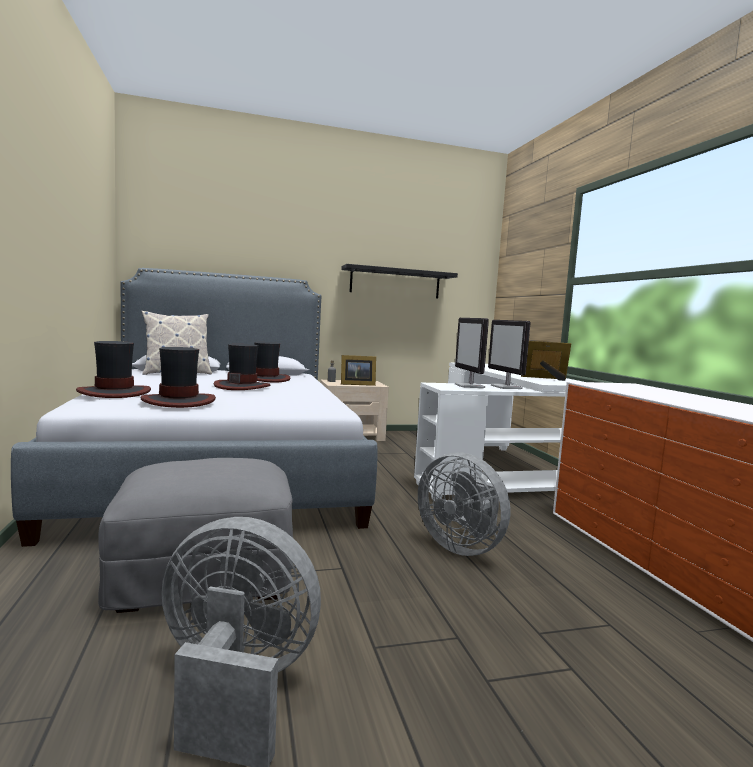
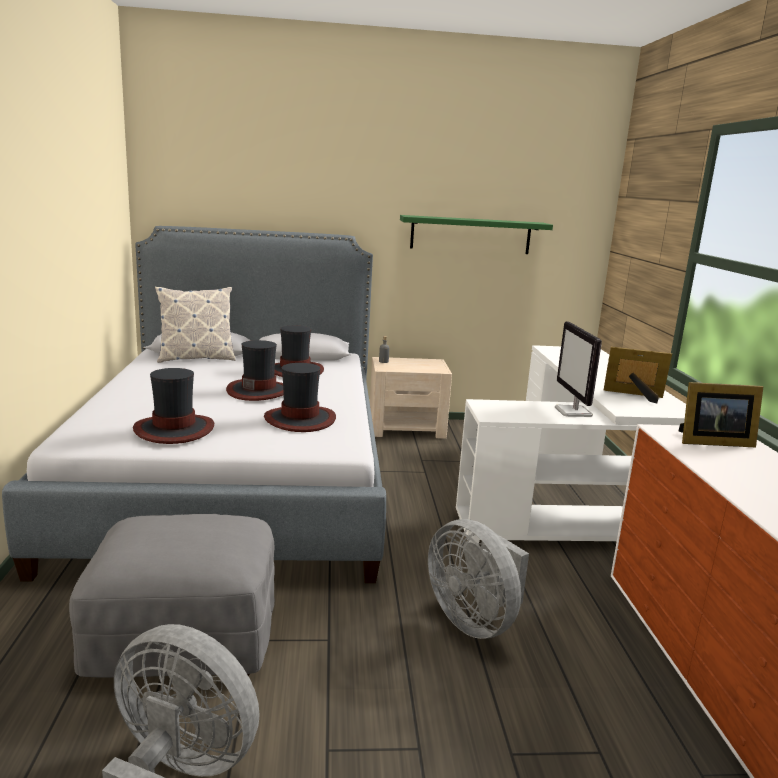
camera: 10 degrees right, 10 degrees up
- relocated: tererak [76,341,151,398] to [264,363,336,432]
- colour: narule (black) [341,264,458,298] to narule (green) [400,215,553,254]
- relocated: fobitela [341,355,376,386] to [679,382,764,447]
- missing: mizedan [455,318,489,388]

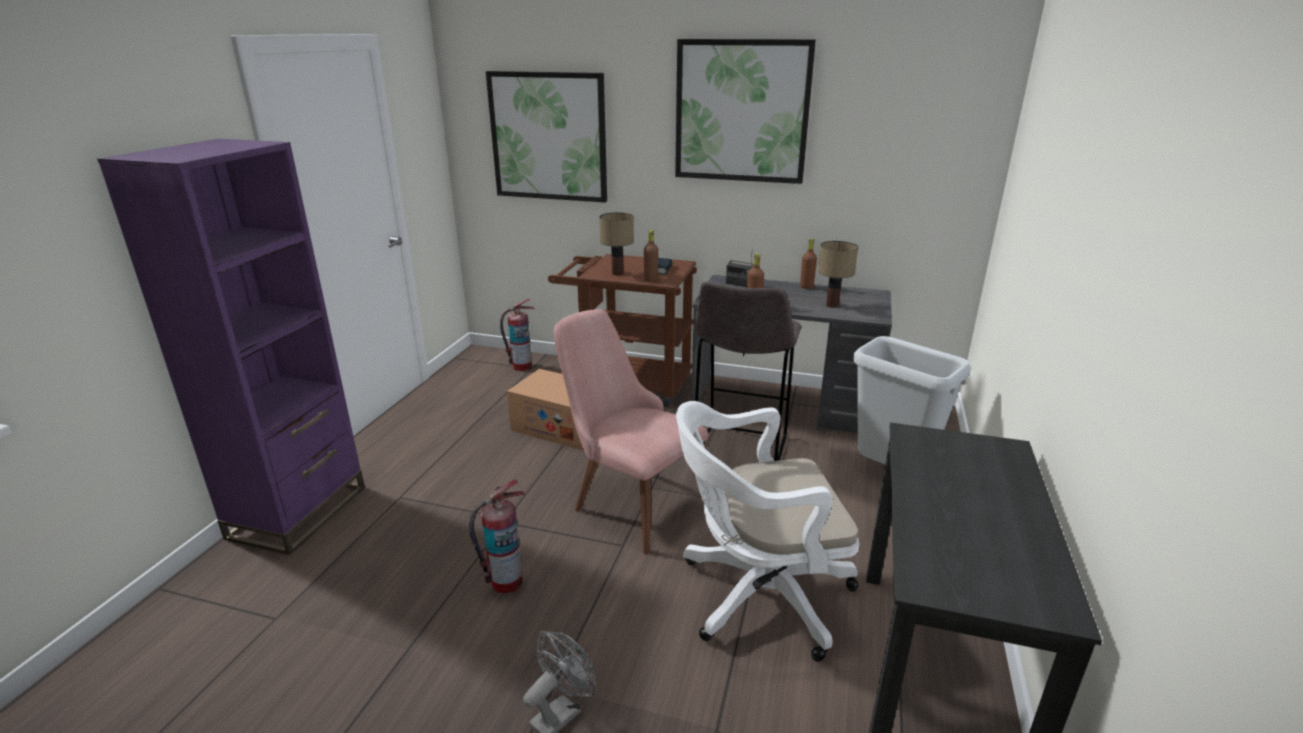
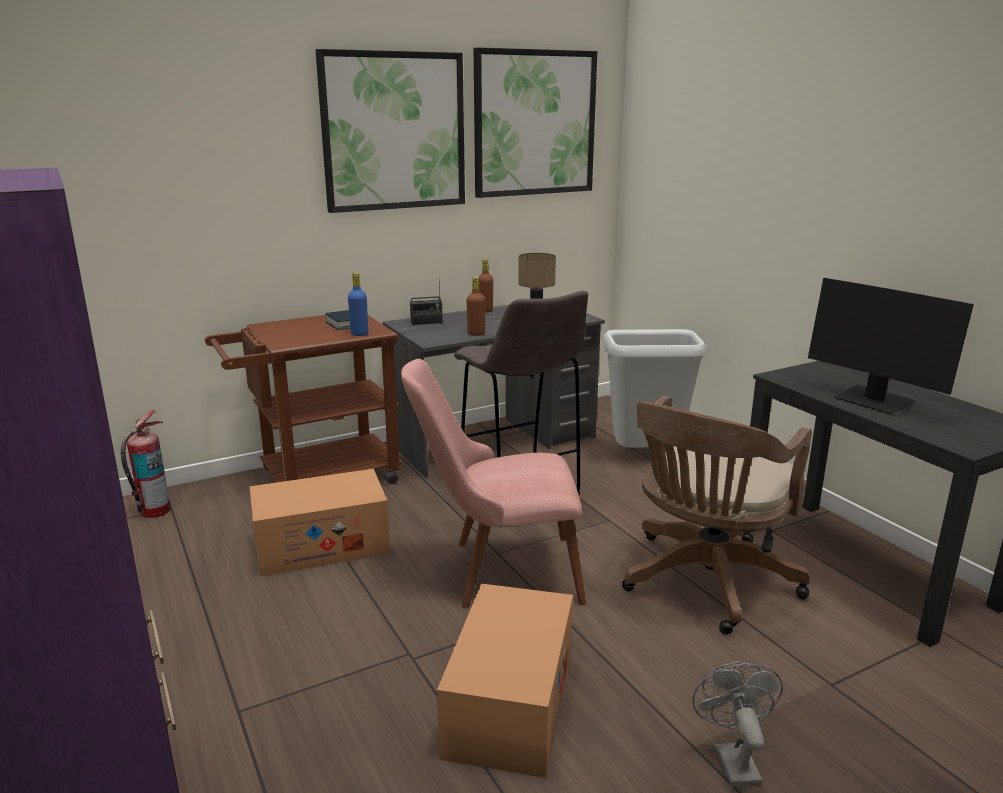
camera: 45 degrees left, 5 degrees down
- colour: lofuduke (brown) [644,230,659,282] to lofuduke (blue) [348,272,368,336]
- exchanged: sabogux [469,480,526,593] to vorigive [437,584,573,778]
- relocated: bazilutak [486,71,607,203] to [474,47,597,198]
- colour: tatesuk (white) [676,401,860,662] to tatesuk (brown) [622,396,812,635]
- appeared: mizedan [808,278,974,414]
- missing: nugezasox [599,212,634,275]

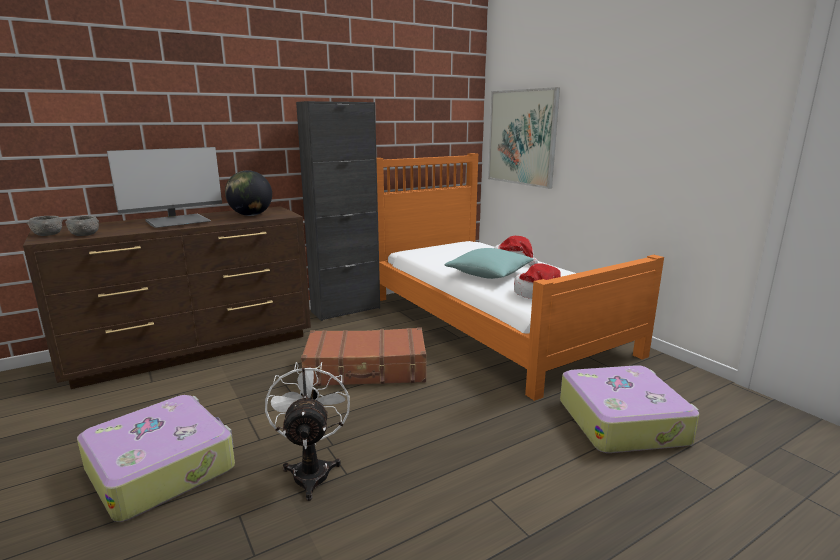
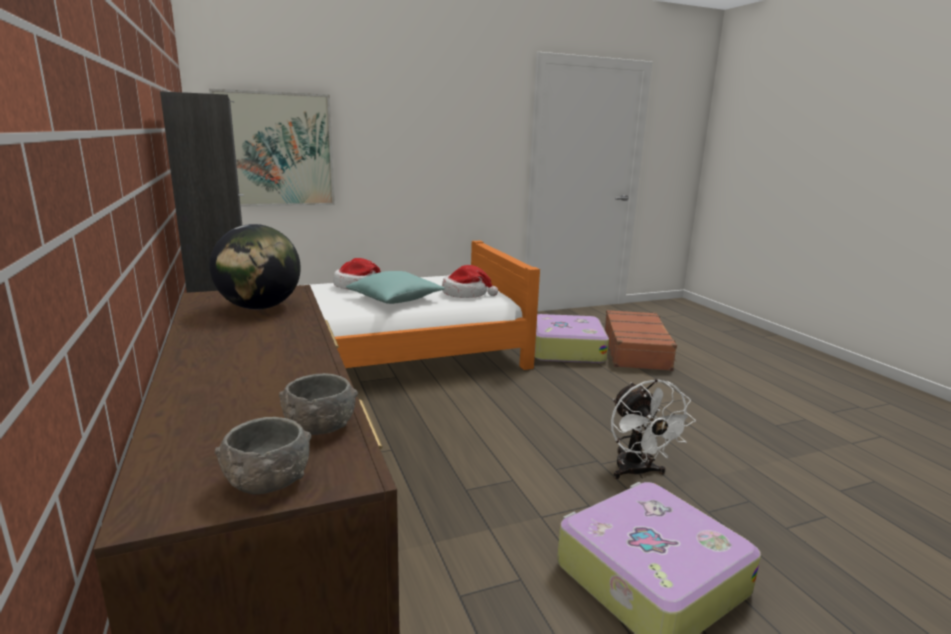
camera: 80 degrees left, 0 degrees up
- relocated: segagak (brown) [301,327,426,386] to [604,310,677,371]
- spun: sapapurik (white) [265,362,350,501] = [611,379,696,479] 105 degrees counterclockwise
- missing: mizedan [107,147,222,228]

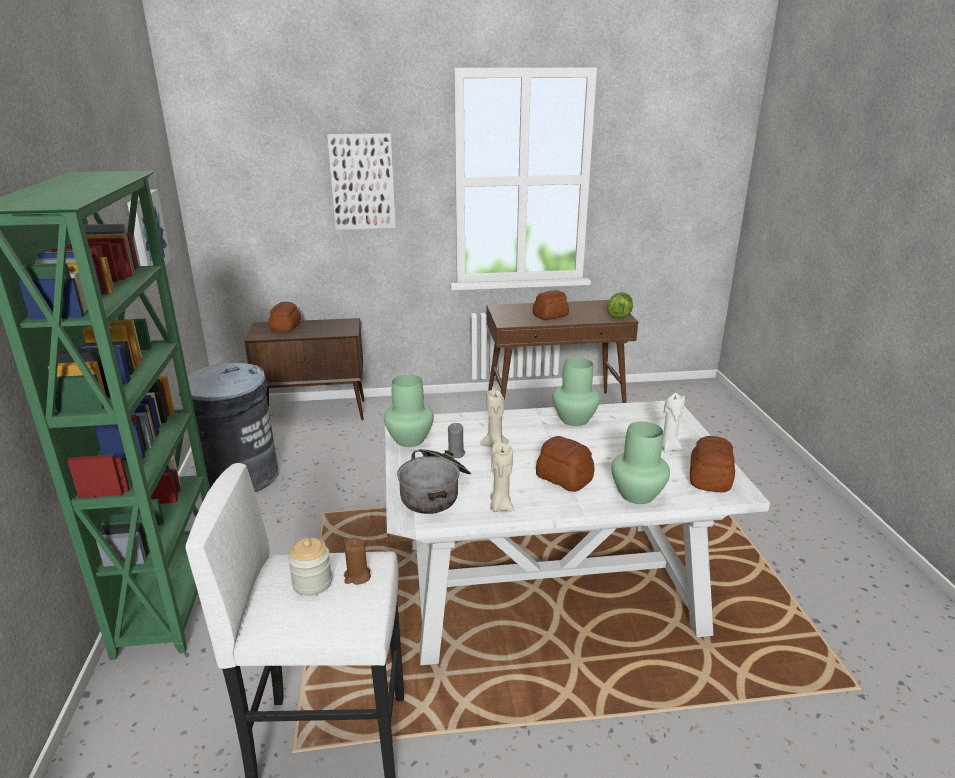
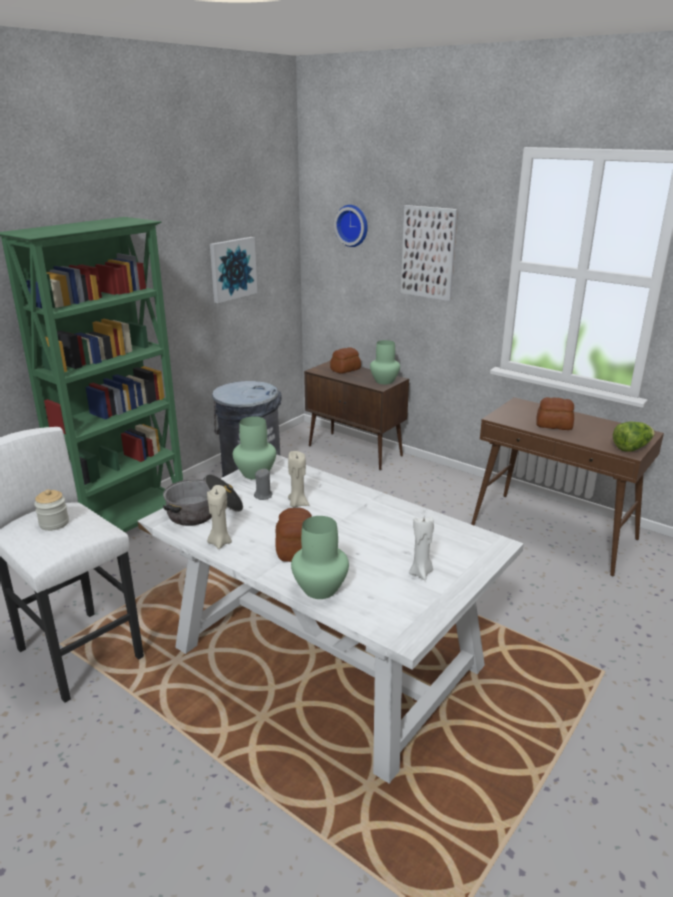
camera: 45 degrees right, 0 degrees up
- appeared: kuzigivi [334,205,368,247]
- relocated: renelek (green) [552,358,600,426] to [370,340,400,384]
- missing: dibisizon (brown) [344,538,371,585]
- missing: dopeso [690,436,735,492]

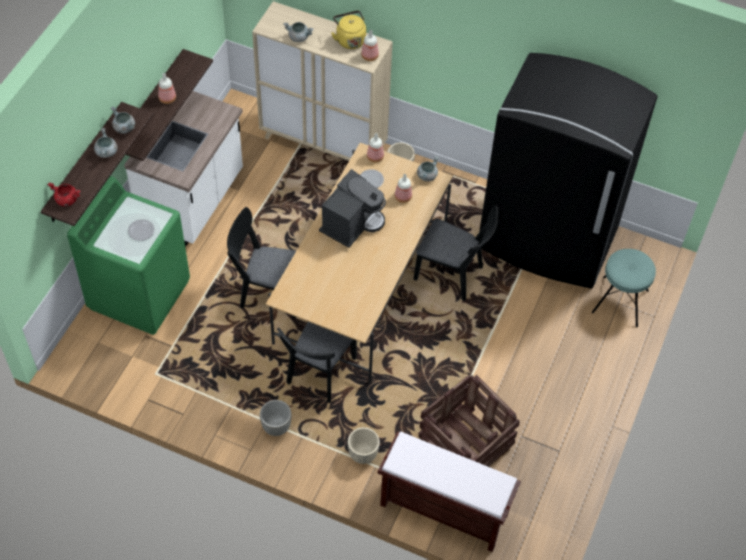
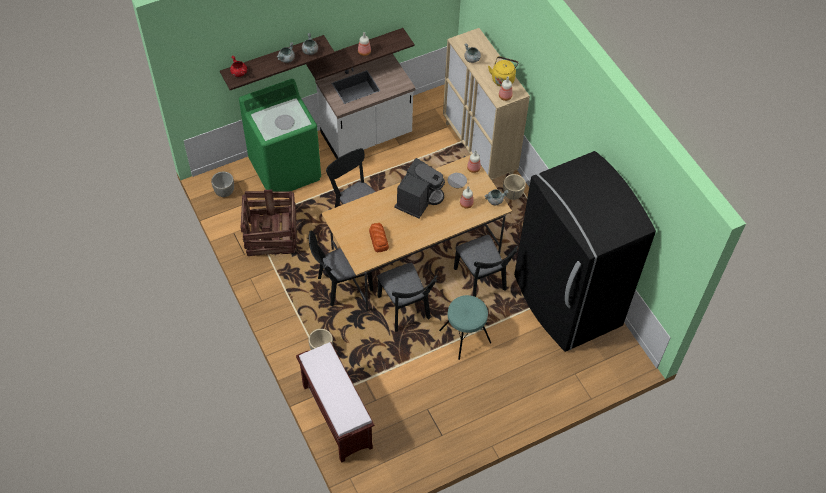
camera: 40 degrees right, 0 degrees up
- relocated: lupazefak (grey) [260,400,292,436] to [211,172,234,197]
- relocated: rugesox [419,375,520,467] to [241,190,296,256]
- appeared: dopeso [369,223,389,252]
- appeared: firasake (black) [377,263,437,332]
- spun: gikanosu [319,169,386,248] = [394,158,445,218] 45 degrees counterclockwise
- relocated: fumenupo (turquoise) [592,249,656,327] to [439,295,491,360]

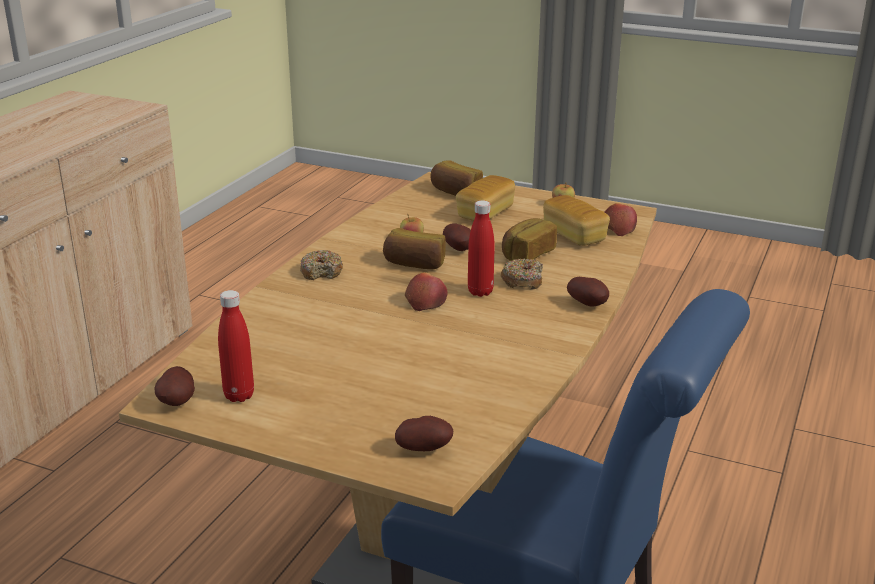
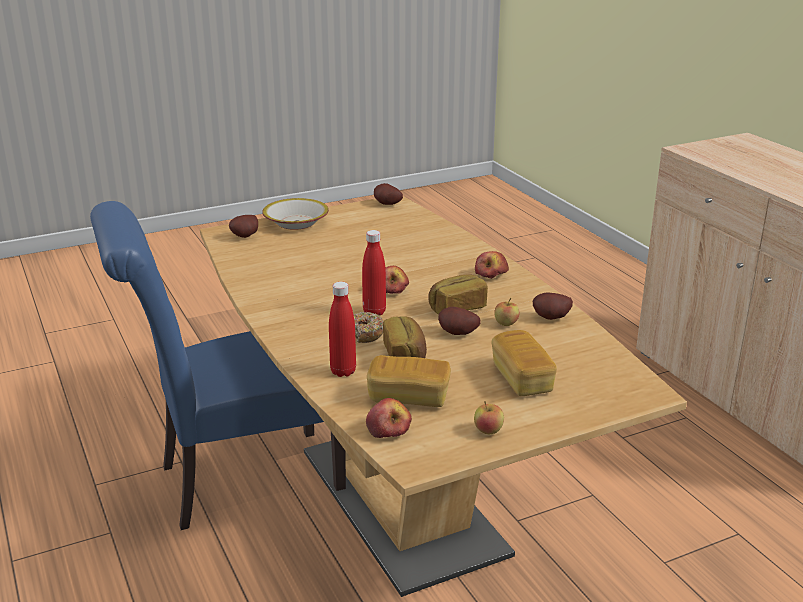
camera: 130 degrees right, 0 degrees up
- appeared: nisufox [262,198,329,230]
- relocated: lofuduke (red) [218,290,254,402] to [329,282,356,377]
- exchanged: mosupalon [300,250,343,280] to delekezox [475,251,509,279]
- relocated: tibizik [567,277,609,306] to [533,293,573,320]
- missing: dopeso [430,160,483,196]

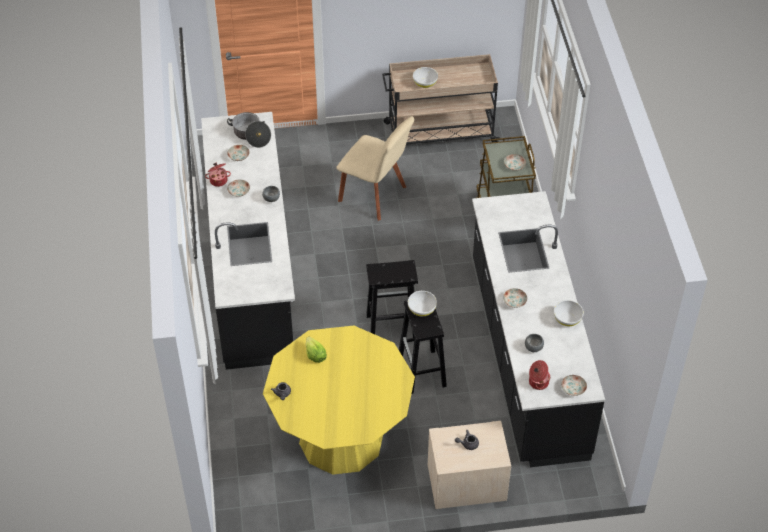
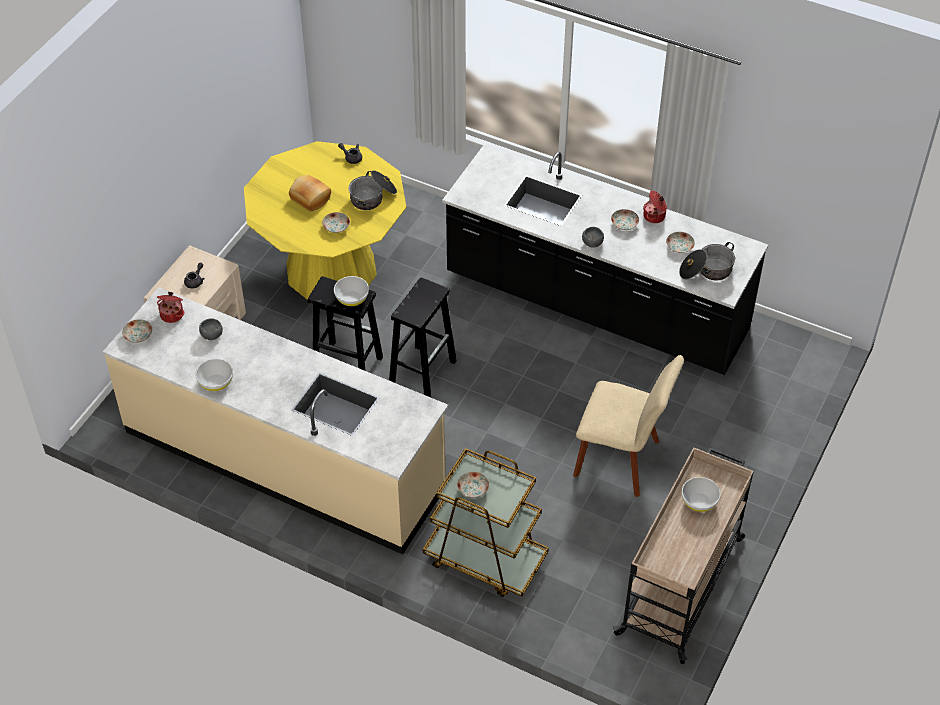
camera: 125 degrees right, 0 degrees up
- colour: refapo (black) [472,191,605,467] to refapo (beige) [103,287,448,554]
- appeared: dopeso [289,175,331,212]
- relocated: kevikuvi [503,288,527,308] to [322,212,350,233]
- exchanged: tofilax [306,337,327,363] to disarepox [349,170,397,210]
- spun: firasake (beige) [336,116,414,221] = [573,355,684,497] 135 degrees counterclockwise

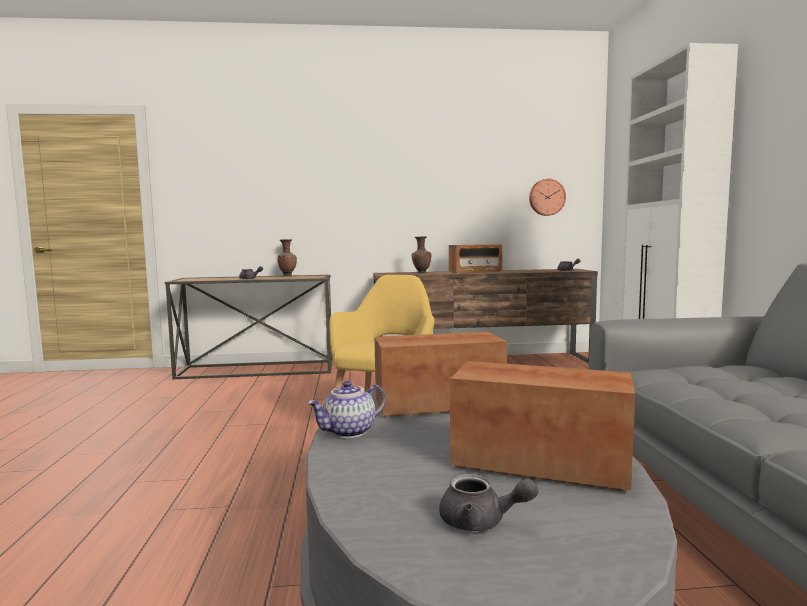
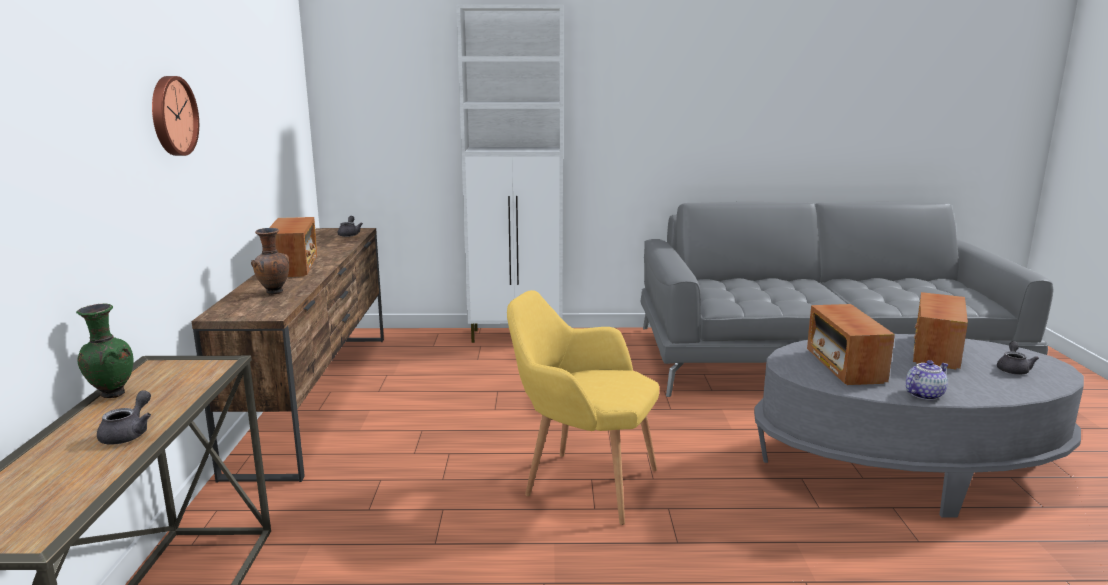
camera: 85 degrees left, 10 degrees up
- colour: renelek (brown) [277,239,297,276] to renelek (green) [76,303,134,398]
- relocated: kuzigivi [529,179,566,216] to [152,76,199,156]
- spun: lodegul [307,381,386,438] = [906,360,949,400] 90 degrees counterclockwise

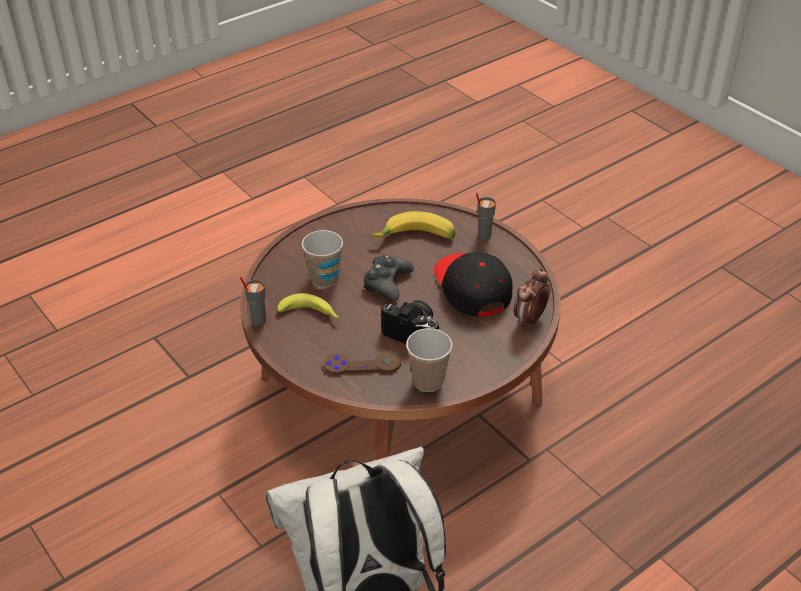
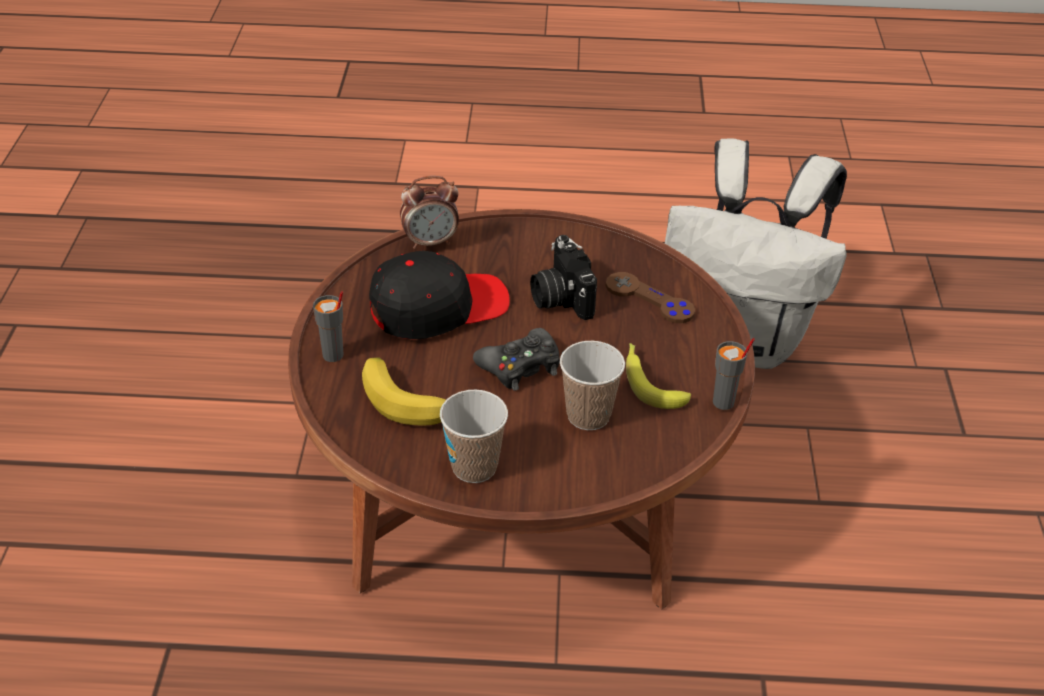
camera: 140 degrees left, 0 degrees up
- spun: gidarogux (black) [434,252,512,317] = [369,251,510,339] 135 degrees counterclockwise
- relocated: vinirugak [406,328,453,392] to [440,390,508,483]

